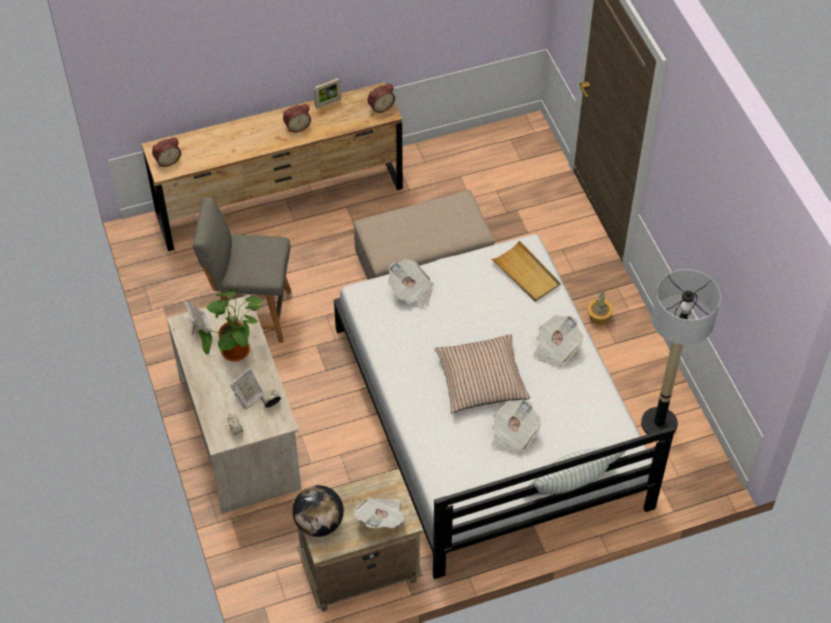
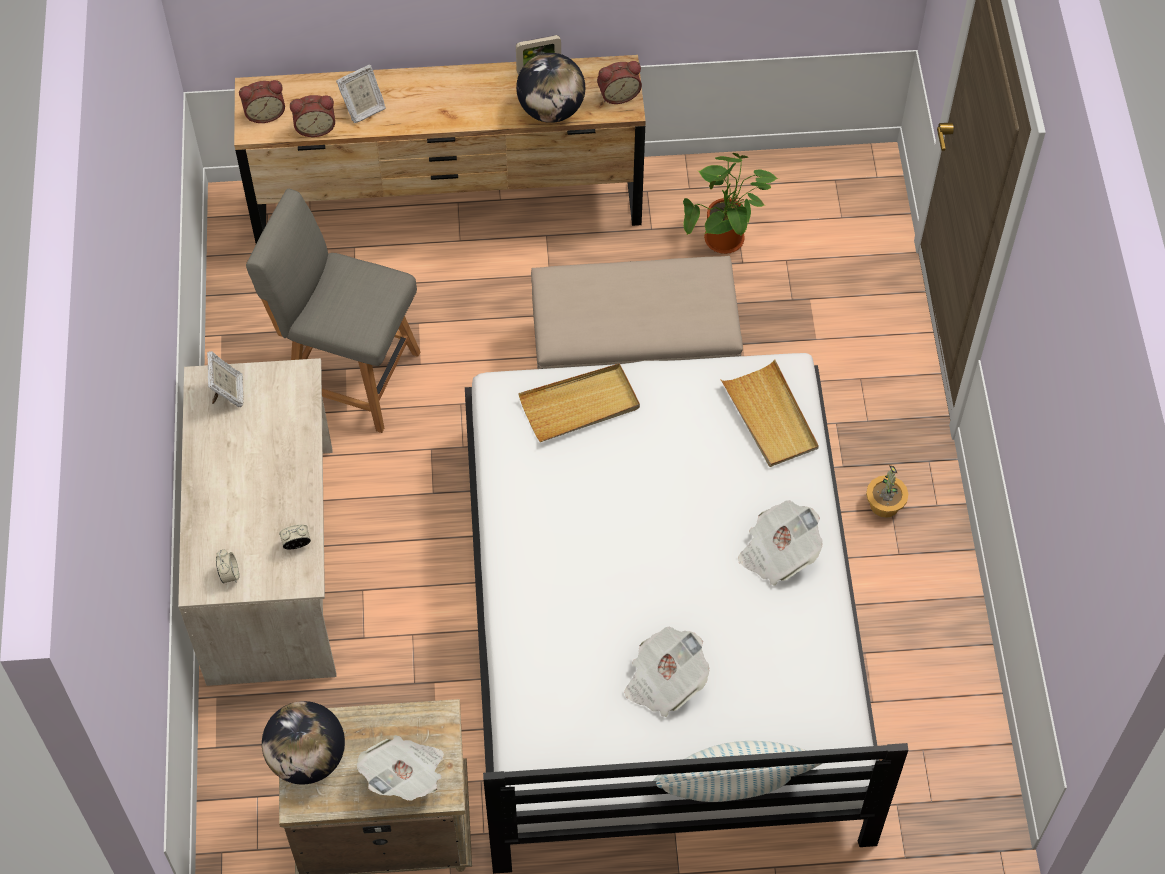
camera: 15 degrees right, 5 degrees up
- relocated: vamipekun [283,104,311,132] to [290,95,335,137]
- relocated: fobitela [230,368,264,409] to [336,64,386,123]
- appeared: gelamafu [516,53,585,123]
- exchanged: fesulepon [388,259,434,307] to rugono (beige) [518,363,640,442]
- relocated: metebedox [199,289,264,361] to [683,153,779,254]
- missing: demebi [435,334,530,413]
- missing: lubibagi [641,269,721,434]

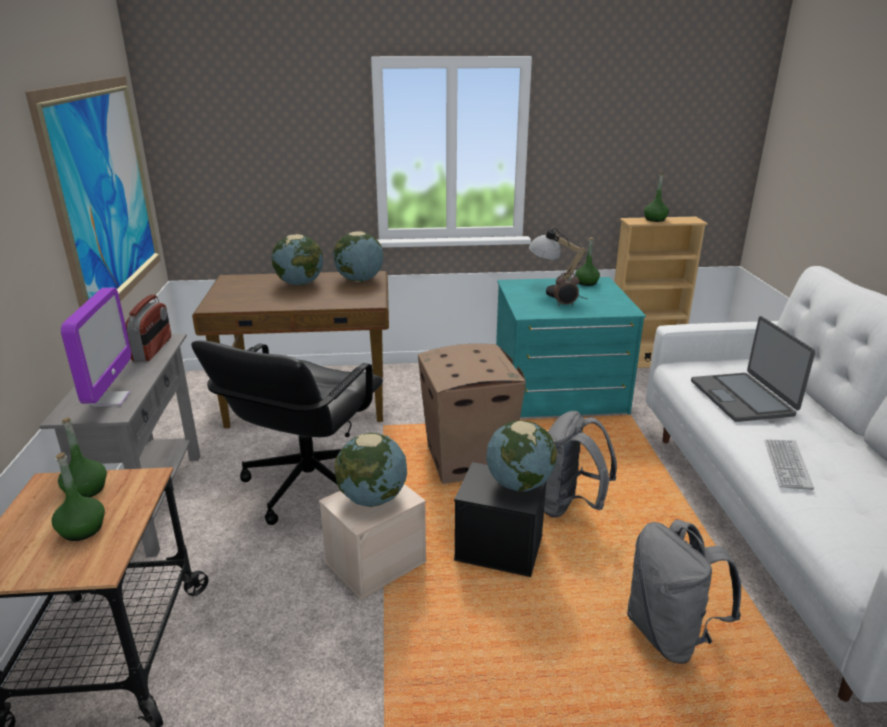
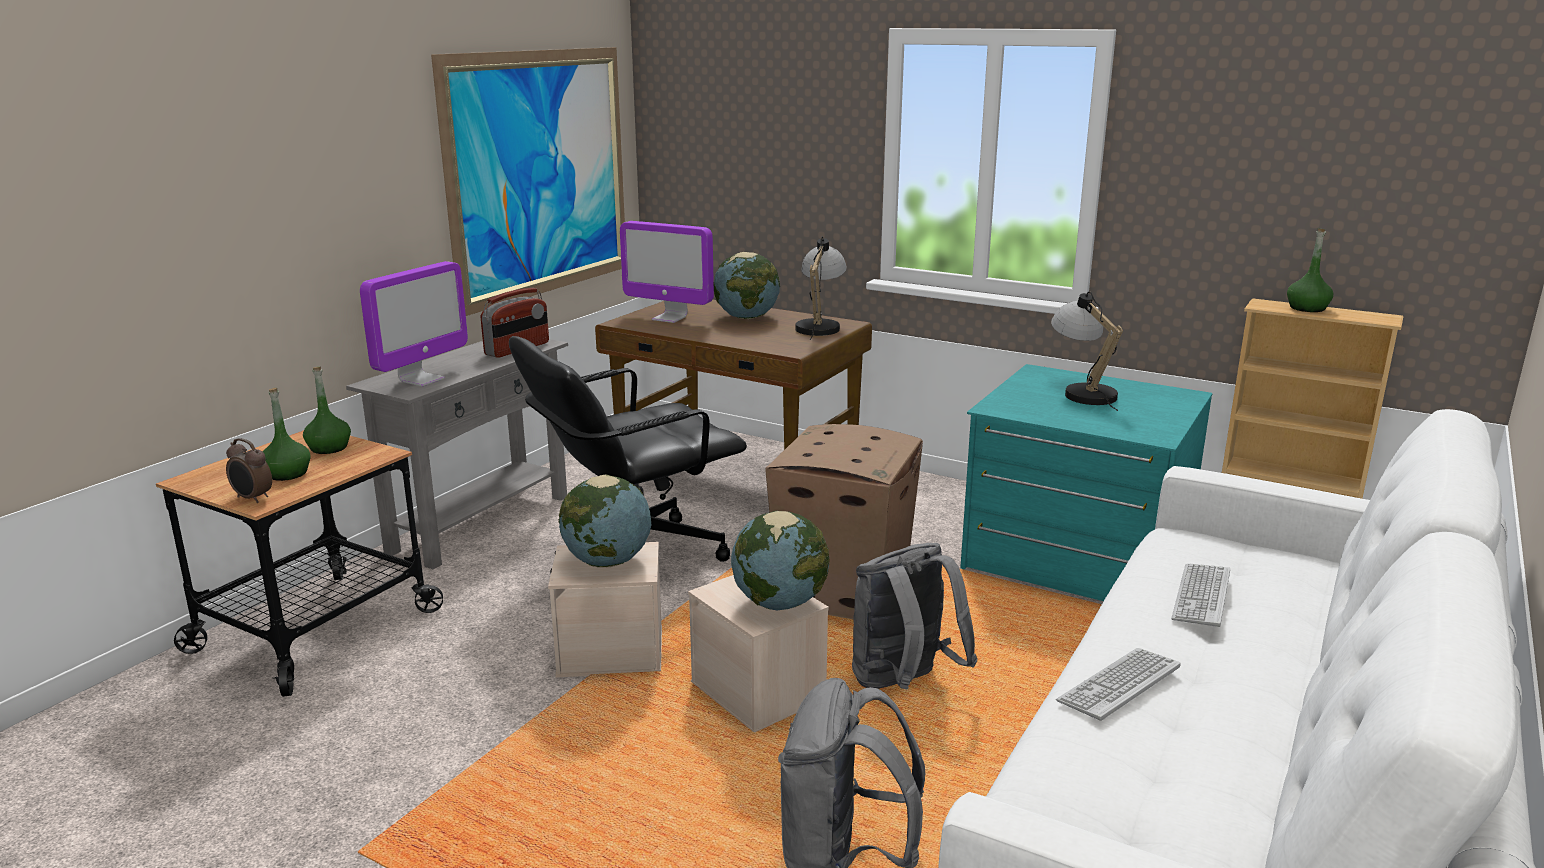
camera: 35 degrees right, 5 degrees down
- relocated: vamipekun [553,272,579,306] to [226,438,272,503]
- appeared: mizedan [620,221,714,323]
- colour: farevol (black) [454,462,546,577] to farevol (beige) [688,575,829,733]
- exchanged: gelamafu [333,231,383,282] to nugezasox [795,236,847,340]
- exchanged: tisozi [691,316,815,422] to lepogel [1171,564,1230,627]
- missing: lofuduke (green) [575,237,600,286]

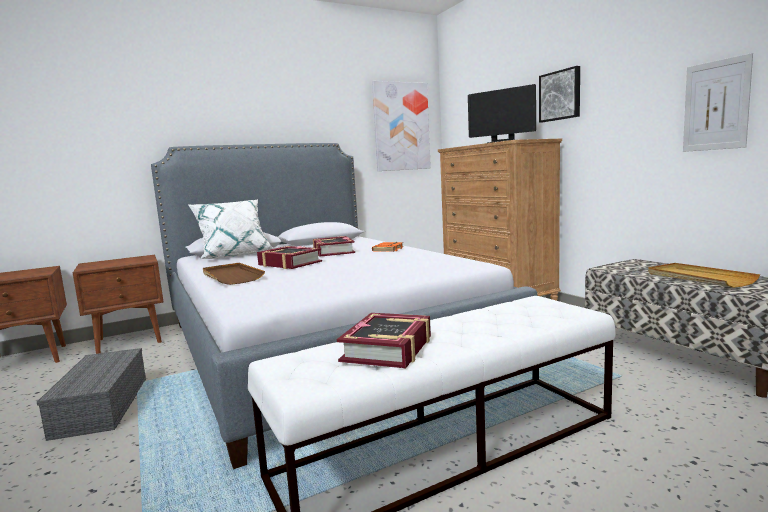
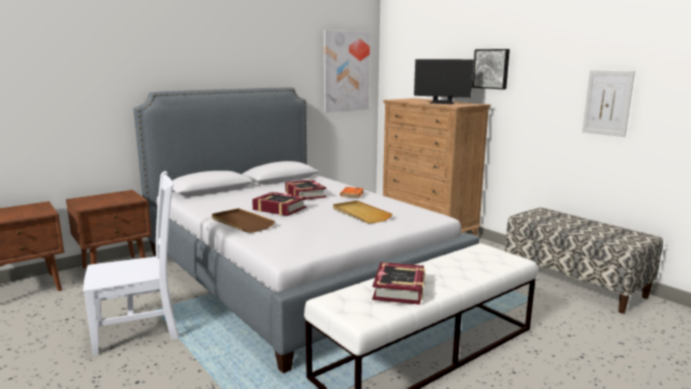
camera: 10 degrees left, 5 degrees up
- exchanged: farevol (grey) [37,348,146,441] to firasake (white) [83,171,179,355]
- relocated: rugono (beige) [648,263,760,288] to [333,201,392,224]
- missing: demebi (white) [188,199,275,259]

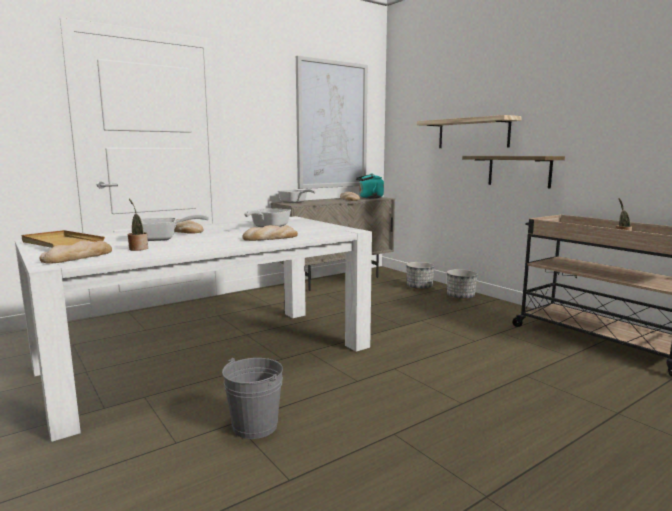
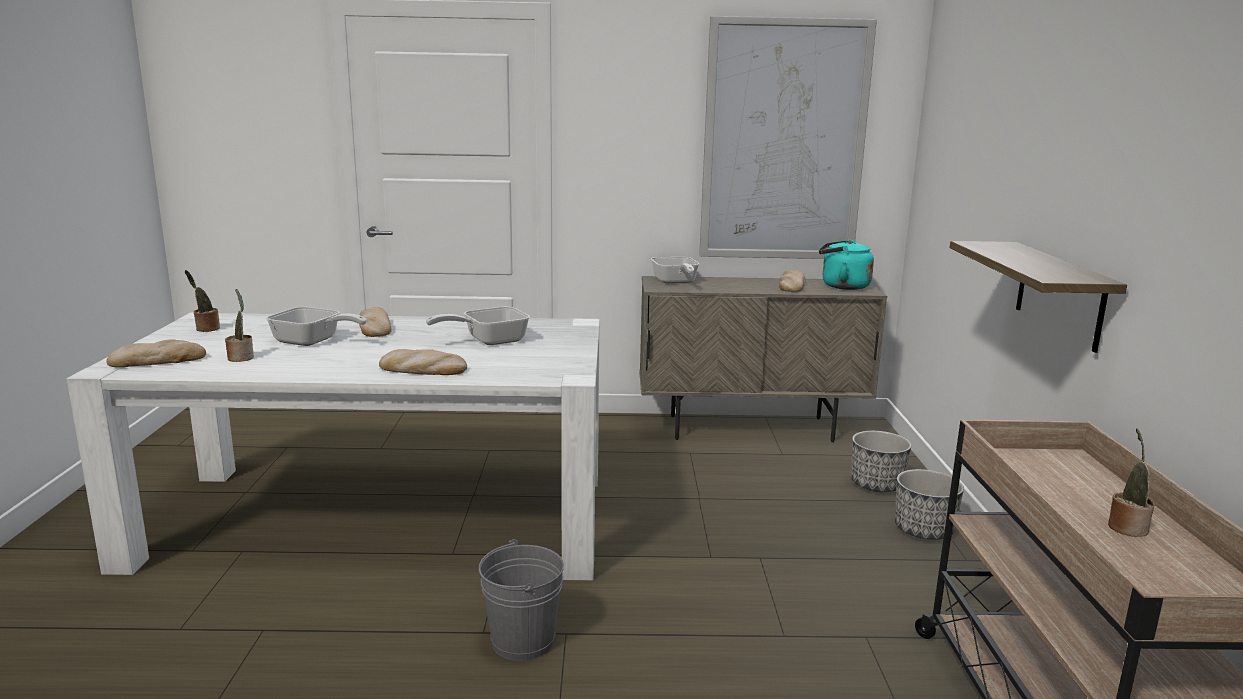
camera: 35 degrees right, 5 degrees up
- exchanged: rugono (beige) [21,230,105,248] to metebedox [185,270,220,332]
- relocated: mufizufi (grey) [222,358,283,439] to [478,539,564,661]
- missing: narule [417,115,522,148]

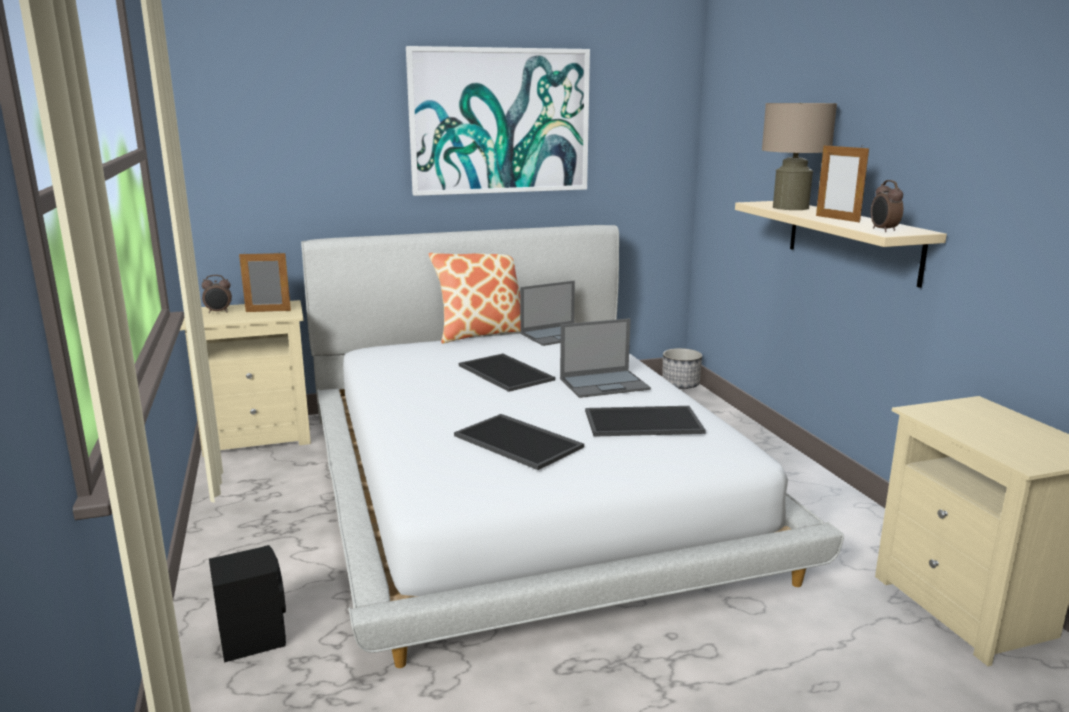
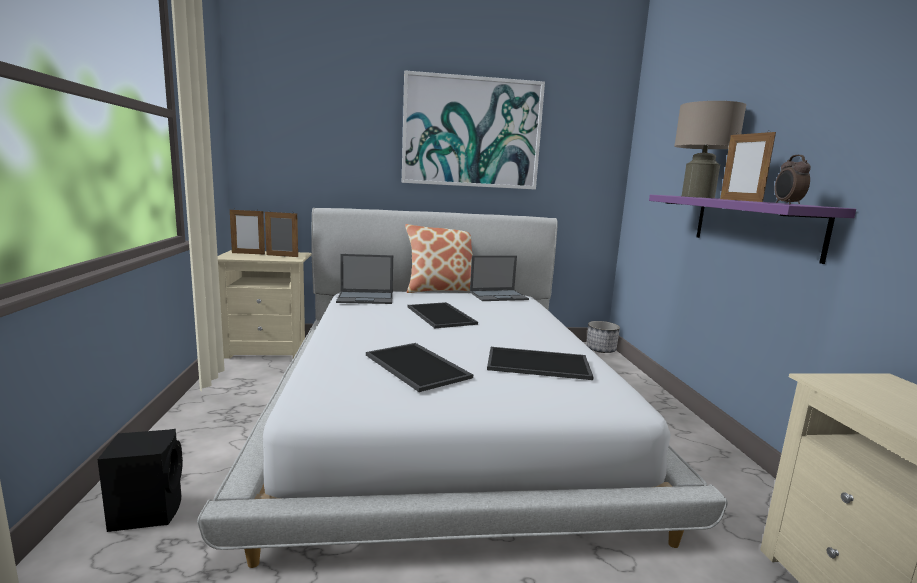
camera: 10 degrees right, 5 degrees down
- exchanged: vamipekun [202,275,232,313] to fobitela [230,209,265,255]
- relocated: tisozi [560,318,651,398] to [336,254,393,304]
- colour: narule (beige) [735,201,947,288] to narule (purple) [649,195,856,264]

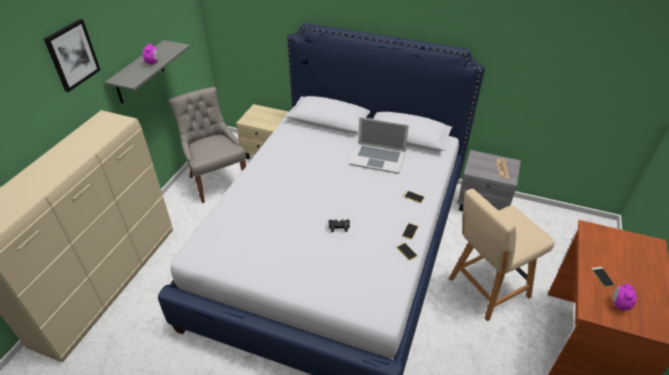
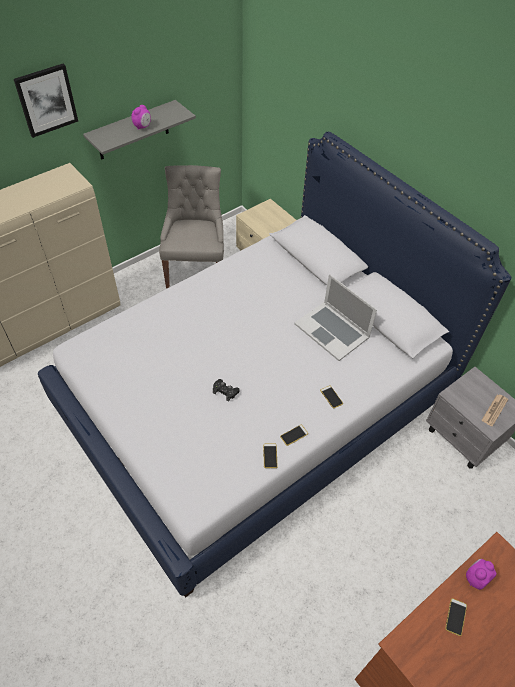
camera: 30 degrees right, 10 degrees up
- relocated: vamipekun [613,284,637,311] to [466,559,497,590]
- missing: firasake (beige) [449,189,555,321]

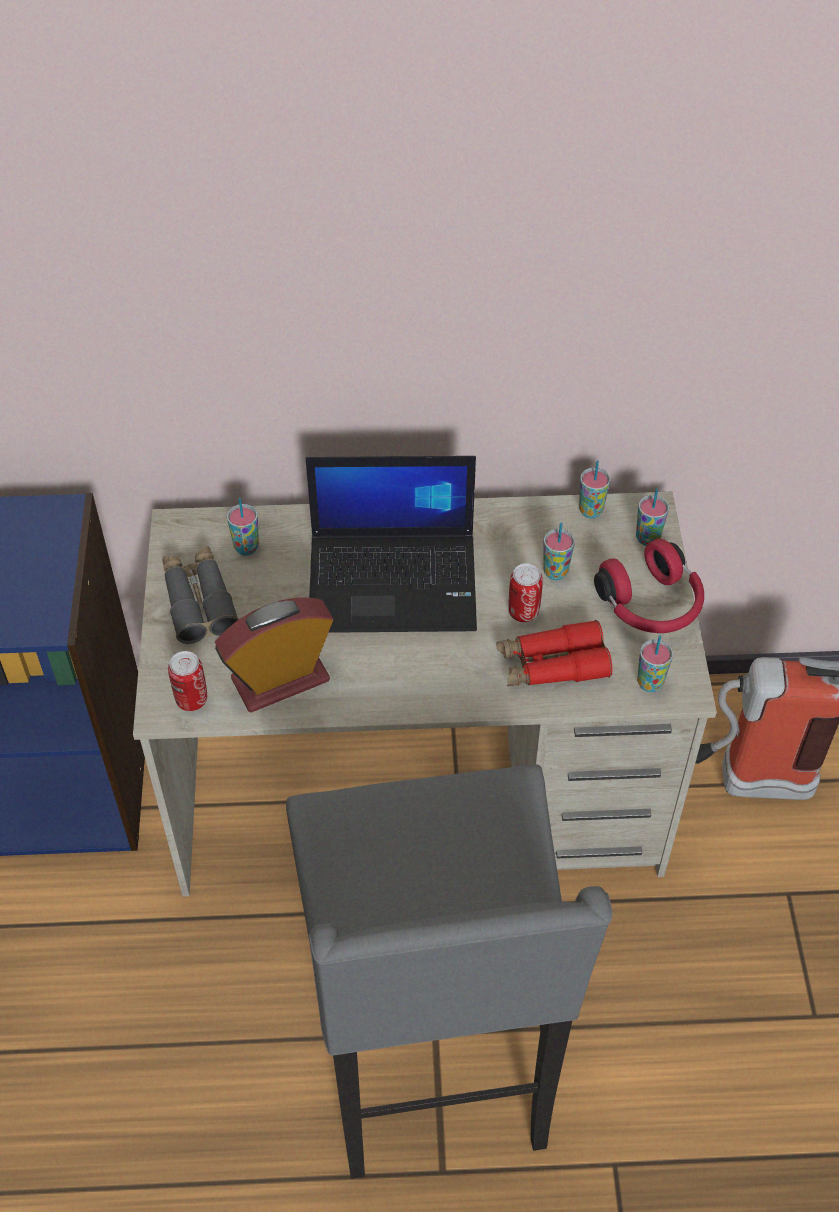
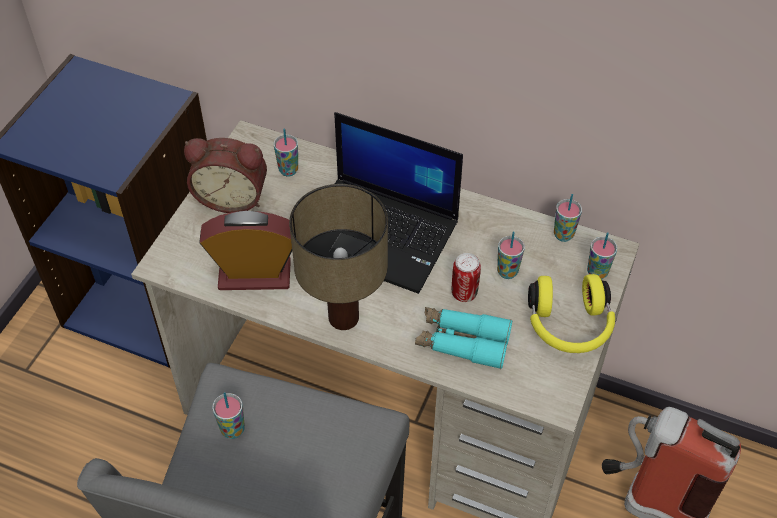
camera: 25 degrees right, 0 degrees up
- exchanged: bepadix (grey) [162,546,239,644] to vamipekun [184,138,267,213]
- relocated: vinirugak [637,635,673,692] to [212,392,245,439]
- appeared: nugezasox [289,184,388,330]
- colour: bepadix (red) [497,620,612,686] to bepadix (turquoise) [415,307,512,369]
- colour: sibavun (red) [594,539,704,633] to sibavun (yellow) [528,274,615,353]
- missing: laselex [168,651,207,711]

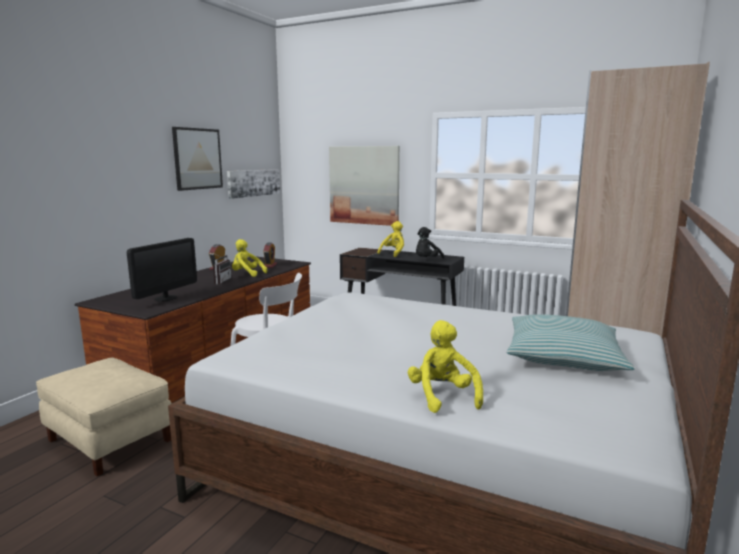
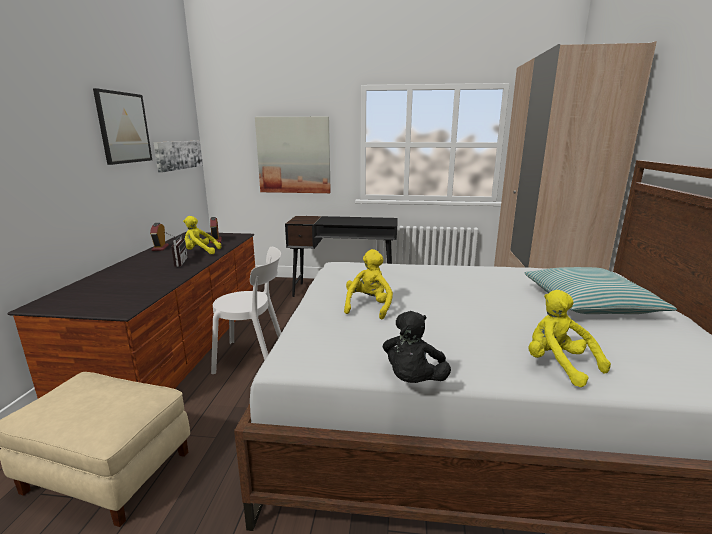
camera: 20 degrees left, 5 degrees up
- relocated: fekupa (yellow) [377,221,404,257] to [344,249,393,320]
- relocated: fekupa (black) [416,227,445,259] to [383,311,451,383]
- missing: mizedan [127,238,197,302]

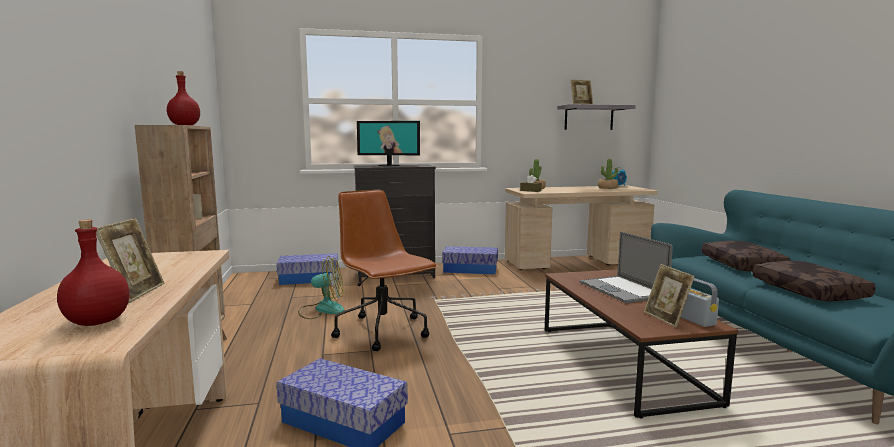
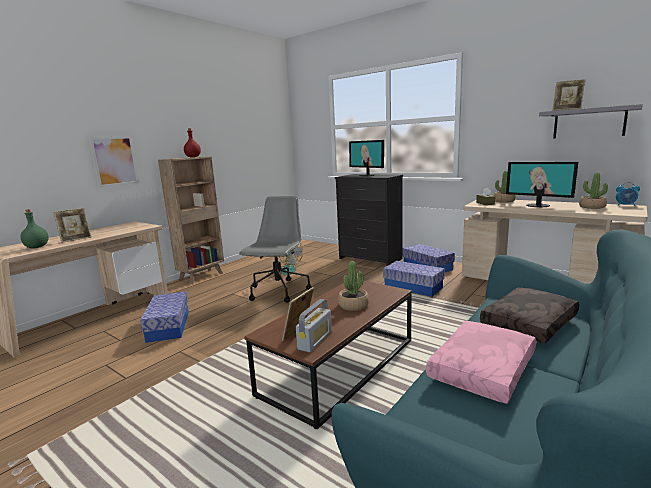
camera: 50 degrees right, 5 degrees up
- colour: lofuduke (red) [57,220,130,326] to lofuduke (green) [20,209,49,248]
- appeared: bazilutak [89,136,139,187]
- colour: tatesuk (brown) [331,190,438,351] to tatesuk (grey) [239,196,312,303]
- exchanged: tisozi [580,231,673,303] to metebedox [338,261,369,311]
- relocated: farevol [276,253,338,285] to [383,261,445,297]
- colour: demebi (brown) [752,261,876,302] to demebi (pink) [426,321,536,404]
- appeared: mizedan [506,162,578,207]

